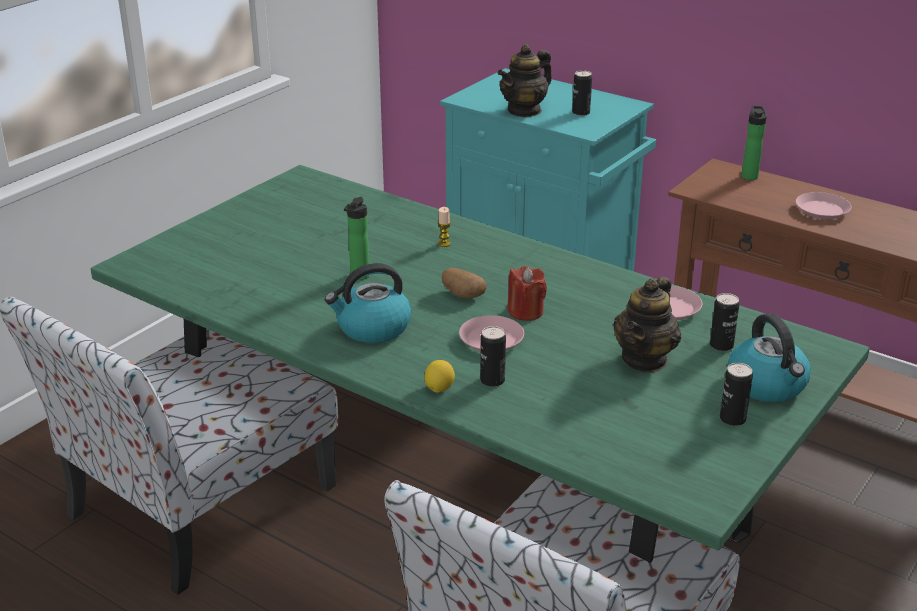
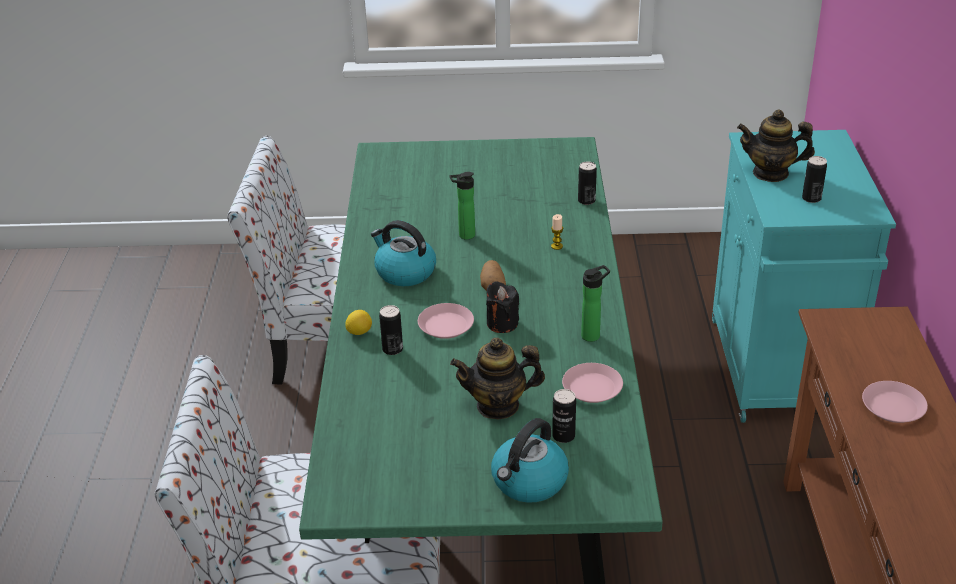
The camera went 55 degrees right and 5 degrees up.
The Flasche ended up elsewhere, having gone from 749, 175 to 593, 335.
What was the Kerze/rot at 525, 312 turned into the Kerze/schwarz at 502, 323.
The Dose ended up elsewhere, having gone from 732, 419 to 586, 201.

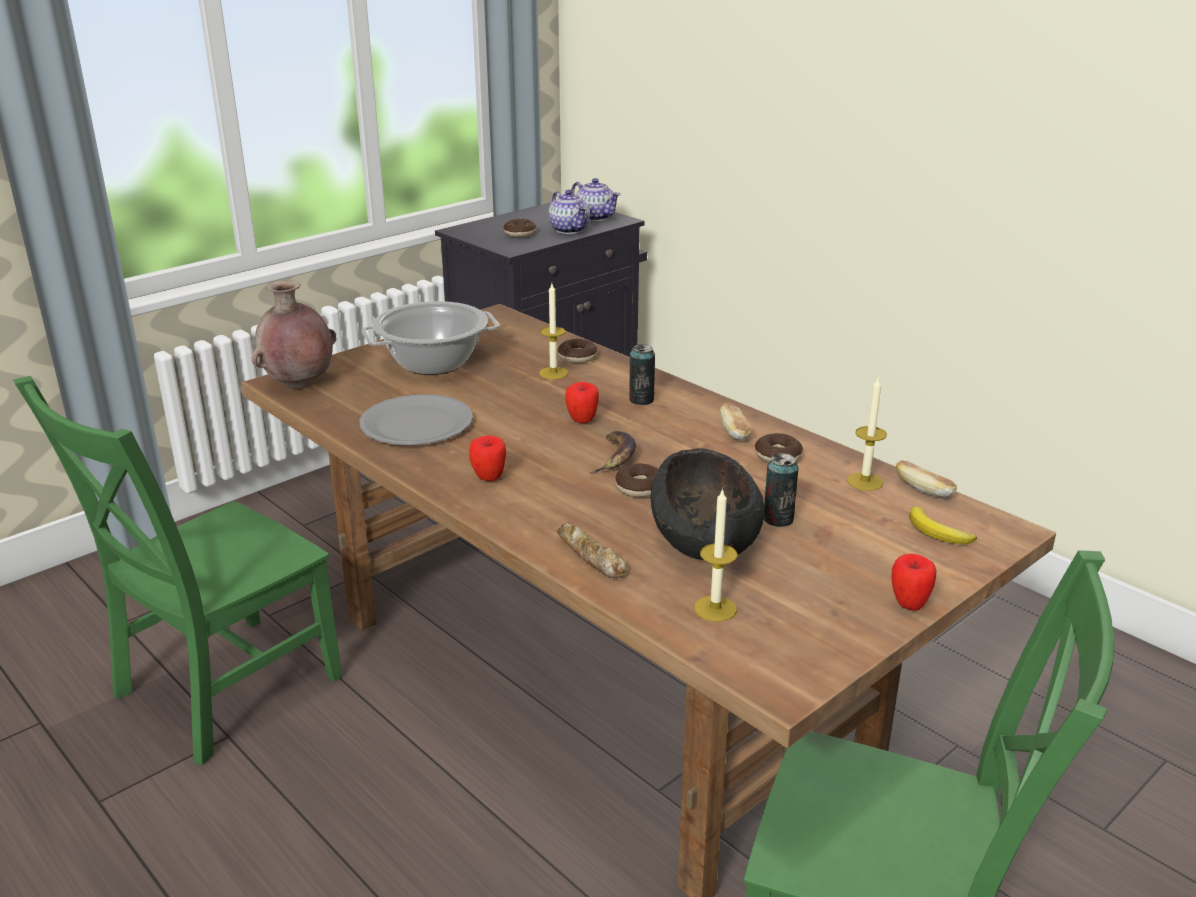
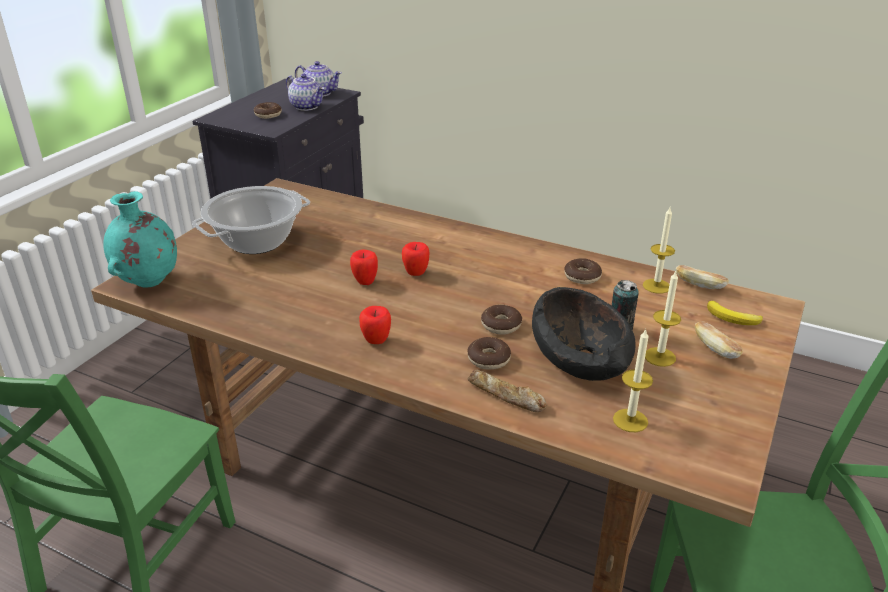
The camera went 20 degrees left and 5 degrees up.
What was the Vase/braun at 299, 384 turned into the Vase/türkis at 148, 282.
The Kerze ended up elsewhere, having gone from 553, 373 to 659, 357.
The Donut ended up elsewhere, having gone from 577, 357 to 488, 359.
The second view lost the Dose at 641, 400.
The second view lost the Teller/grau at 416, 424.
The Brot ended up elsewhere, having gone from 734, 433 to 715, 349.
The second view lost the Banane at 615, 457.
The Apfel ended up elsewhere, having gone from 908, 604 to 365, 282.

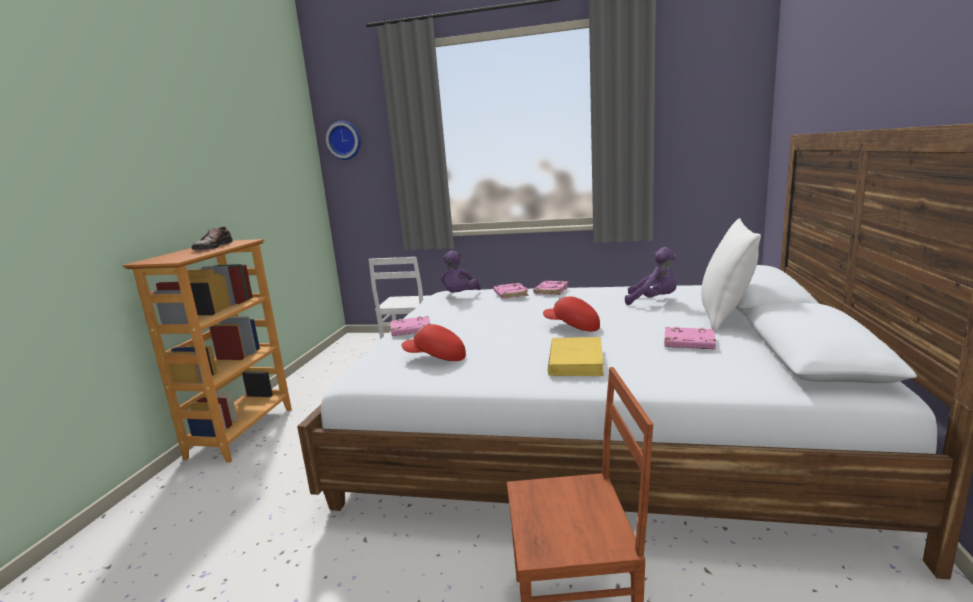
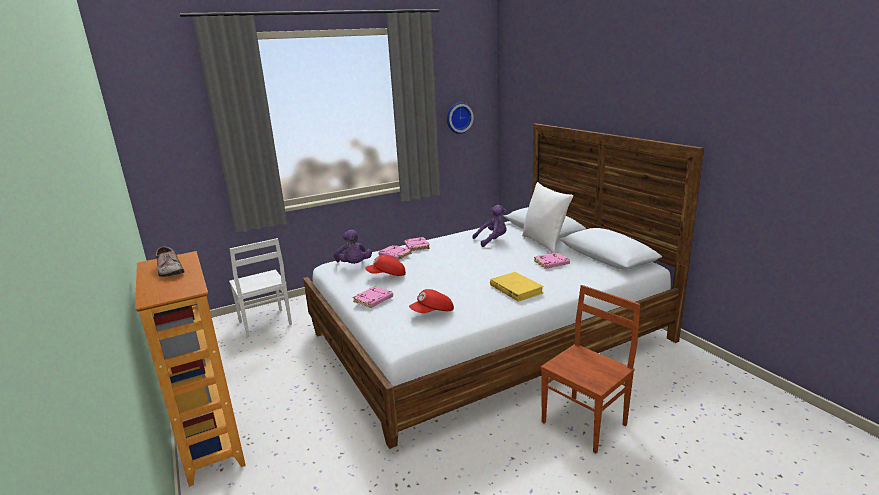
The camera went 40 degrees left and 5 degrees up.
The Wanduhr ended up elsewhere, having gone from 344, 140 to 458, 117.
The Kappe/rot ended up elsewhere, having gone from 572, 327 to 387, 275.

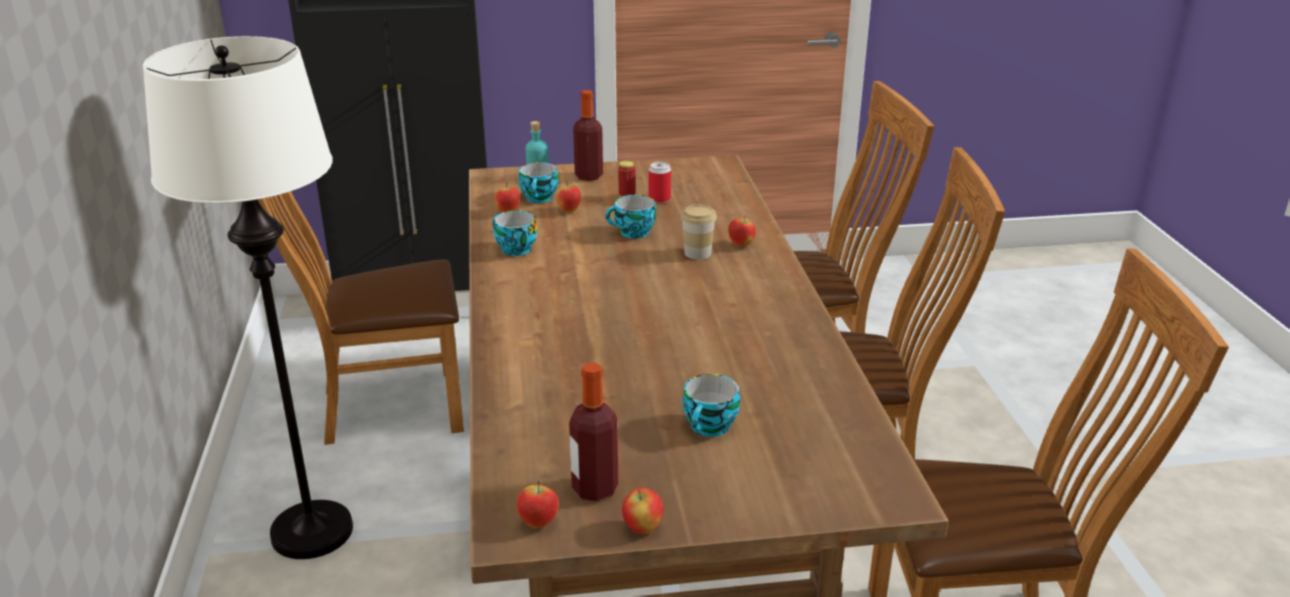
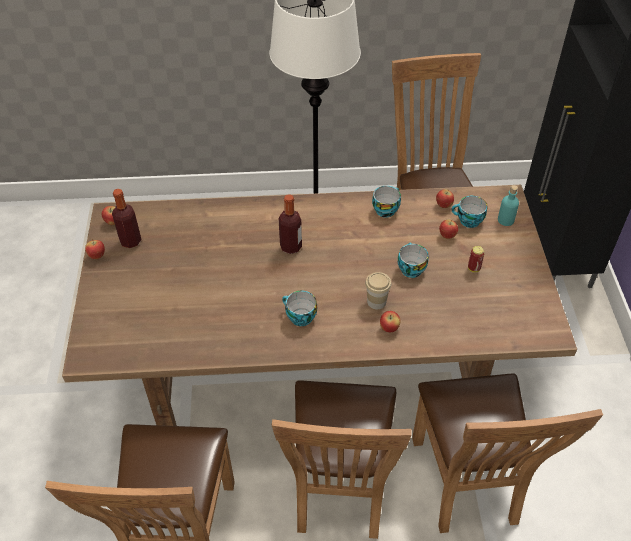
The camera went 95 degrees right and 20 degrees up.
The Flasche ended up elsewhere, having gone from 589, 176 to 291, 247.
The second view lost the Dose at 659, 199.
The Tasse ended up elsewhere, having gone from 710, 427 to 299, 317.

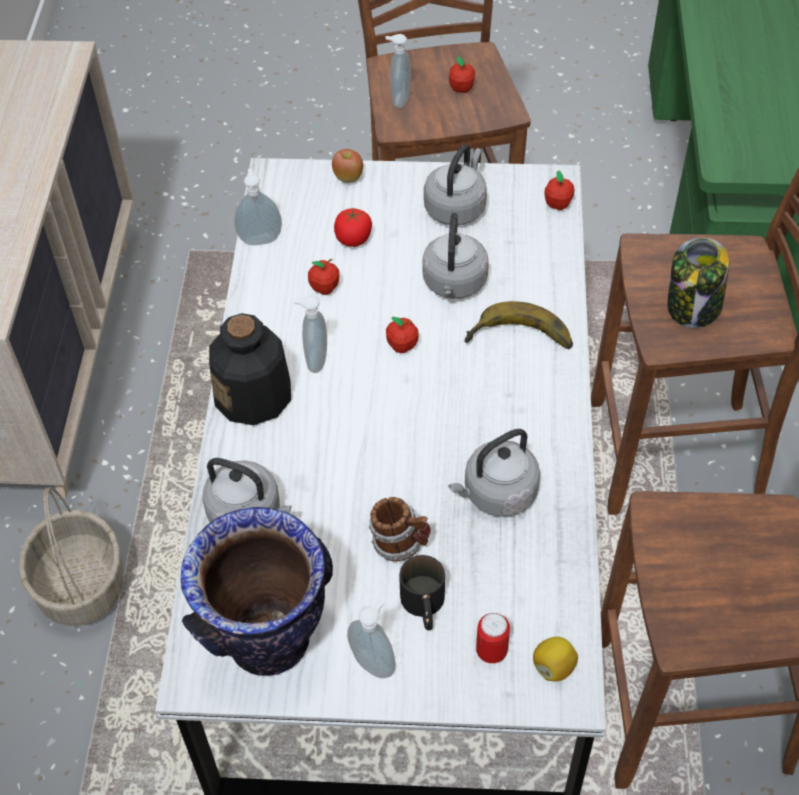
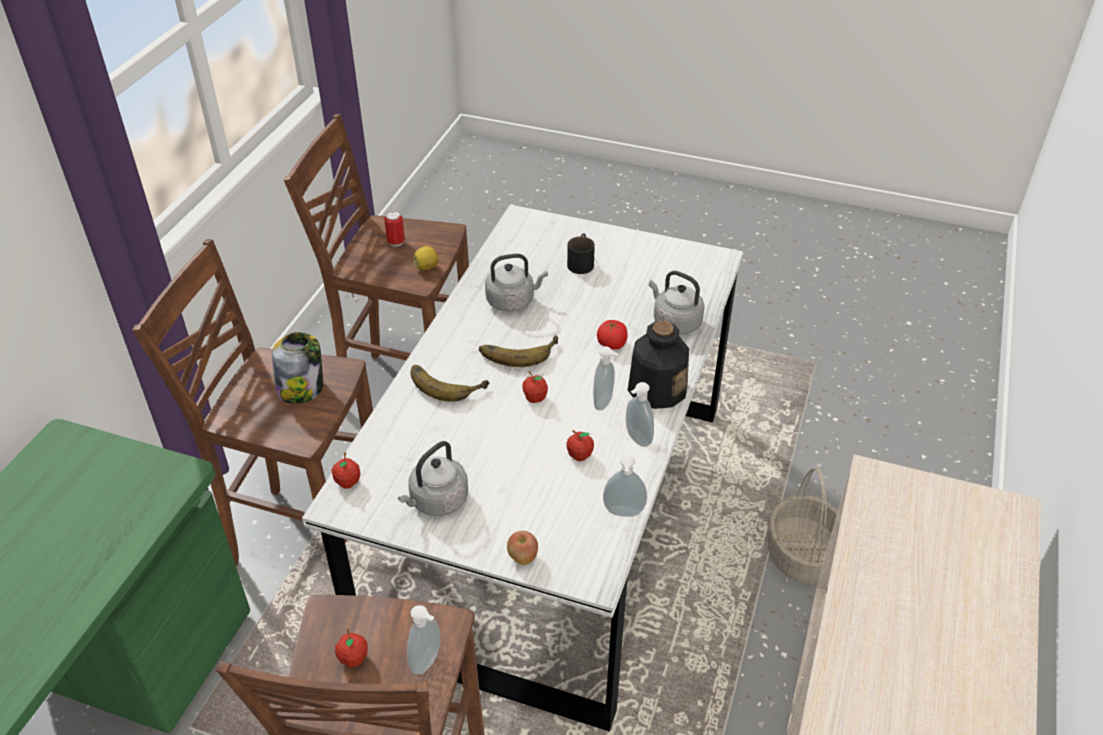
The camera went 165 degrees left and 10 degrees down.
The Tomate ended up elsewhere, having gone from 353, 238 to 612, 344.
The second view lost the Wasserkessel/grau at 454, 284.
The second view lost the Henkelbecher at 400, 544.
The second view lost the Vase at 268, 639.
The Seifenspender ended up elsewhere, having gone from 374, 662 to 636, 439.
The Dose ended up elsewhere, having gone from 491, 652 to 396, 242.
The Zitrone ended up elsewhere, having gone from 553, 667 to 426, 267.
The second view gained the Banane at 518, 350.

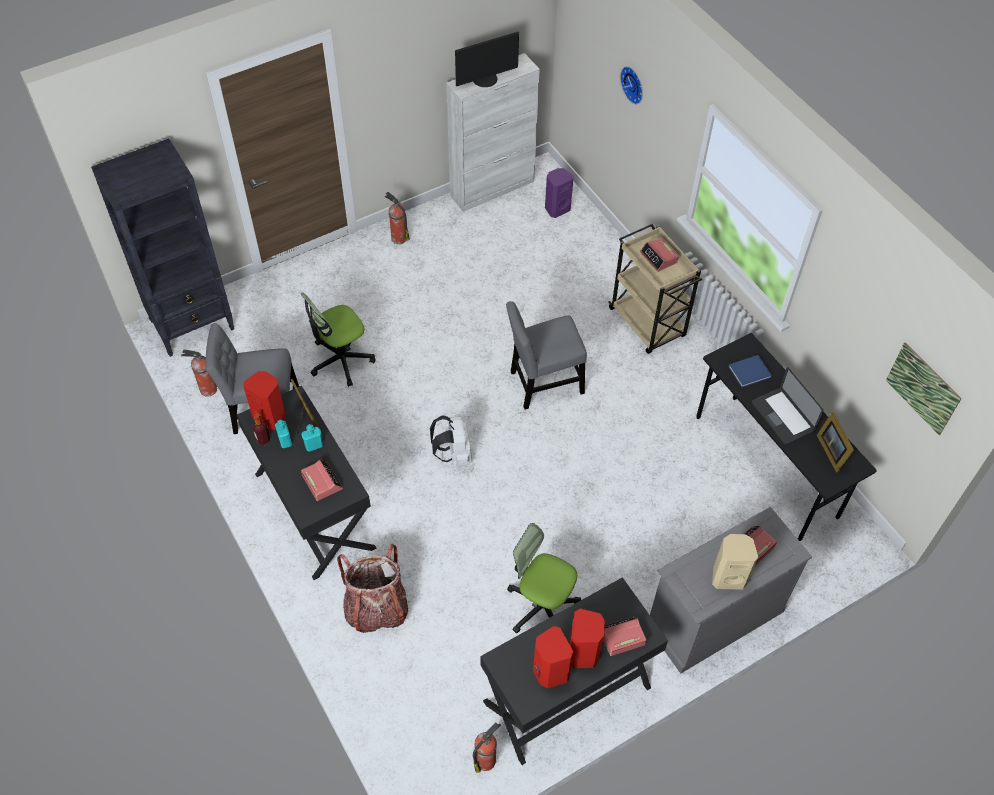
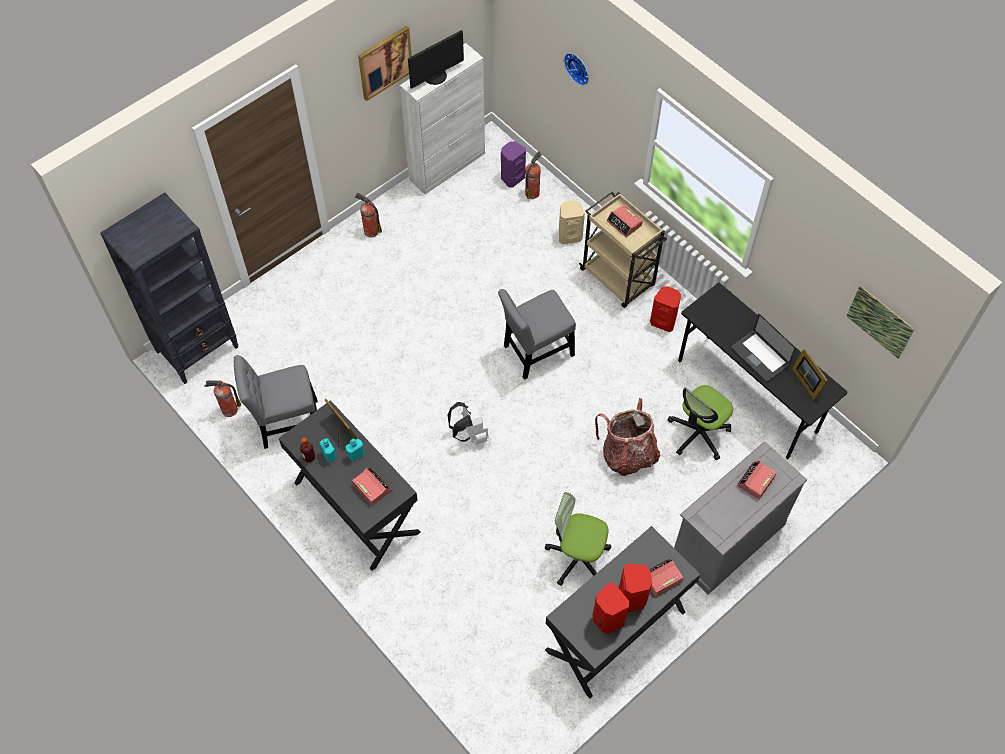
The camera went 10 degrees left and 5 degrees up.
The Bürostuhl ended up elsewhere, having gone from 341, 360 to 698, 434.
The second view lost the Buch/blau at 750, 371.
The Lautsprecher/rot ended up elsewhere, having gone from 270, 416 to 663, 321.
The Lautsprecher/beige ended up elsewhere, having gone from 728, 576 to 569, 235.
The Rucksack ended up elsewhere, having gone from 376, 608 to 628, 454.
The Feuerlöscher ended up elsewhere, having gone from 486, 759 to 532, 192.
The second view gained the Bild at 384, 62.

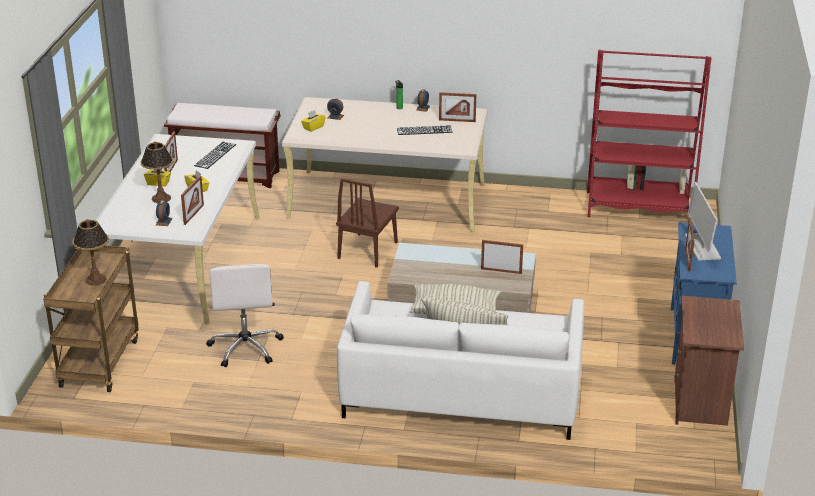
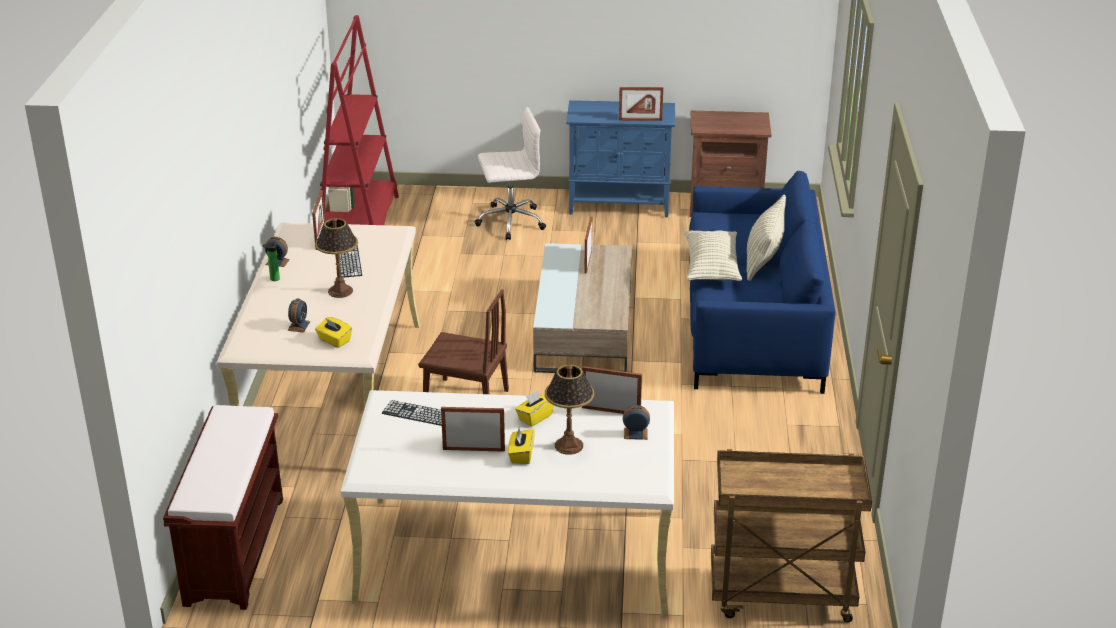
The camera went 95 degrees left and 0 degrees up.
The second view lost the Monitor at 701, 246.
The Tischlampe ended up elsewhere, having gone from 96, 279 to 340, 291.
The Bürostuhl/weiß ended up elsewhere, having gone from 246, 347 to 509, 221.
What was the Sofa/weiß at 461, 392 turned into the Sofa/blau at 752, 324.

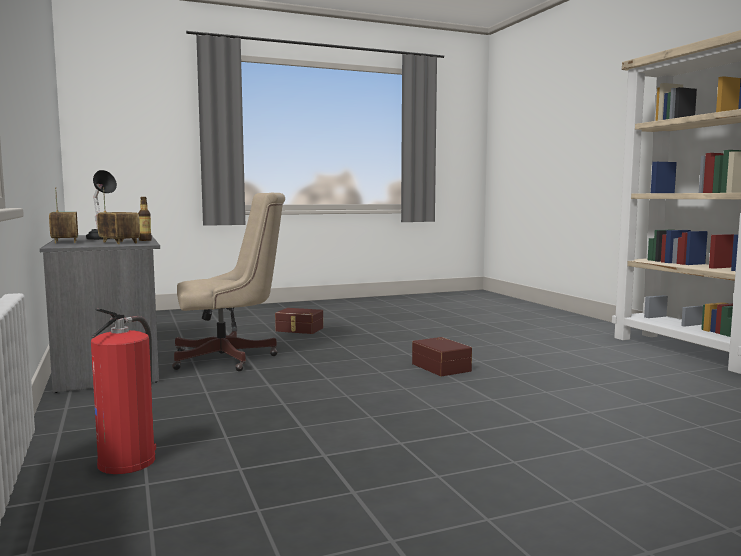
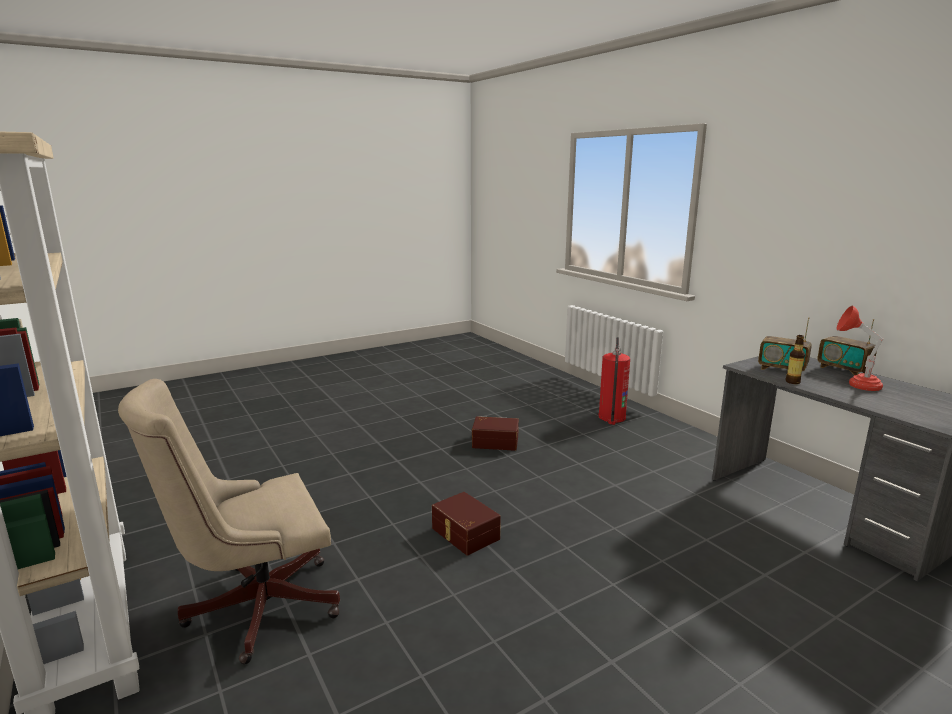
The camera went 170 degrees right and 10 degrees up.
What was the Tischlampe/schwarz at 102, 239 turned into the Tischlampe/rot at 854, 384.
The Bürostuhl/beige ended up elsewhere, having gone from 230, 358 to 253, 607.
The Aufbewahrungsbox/braun ended up elsewhere, having gone from 299, 330 to 495, 441.

